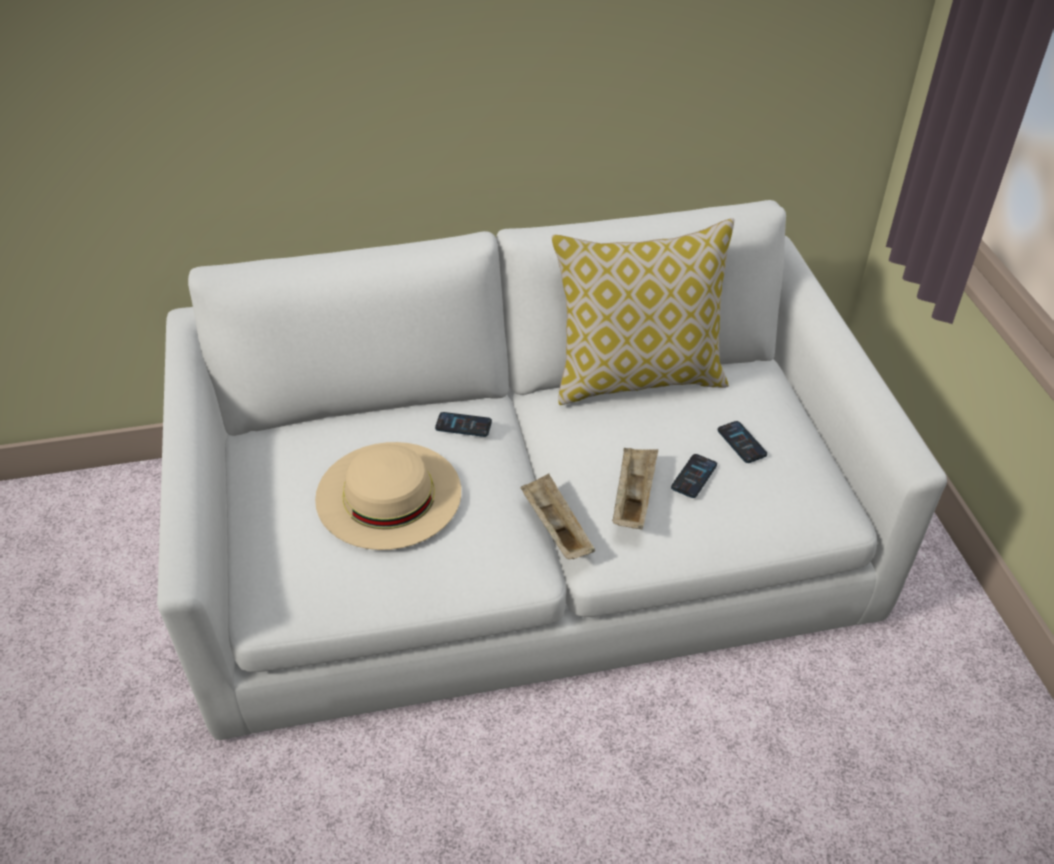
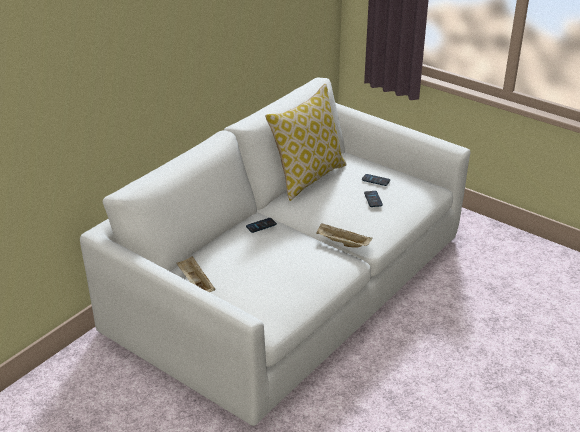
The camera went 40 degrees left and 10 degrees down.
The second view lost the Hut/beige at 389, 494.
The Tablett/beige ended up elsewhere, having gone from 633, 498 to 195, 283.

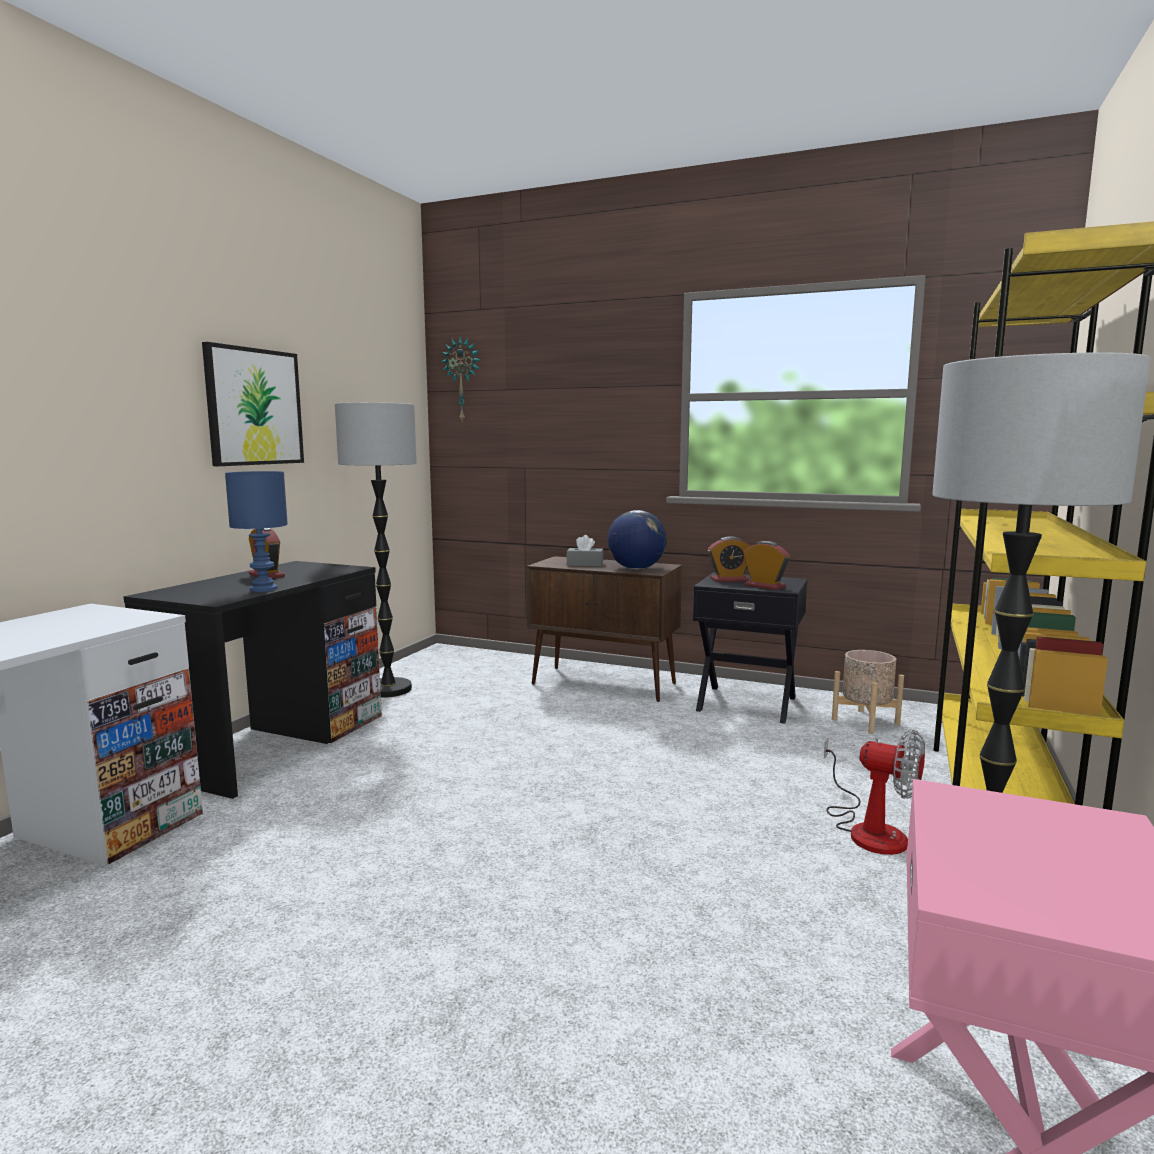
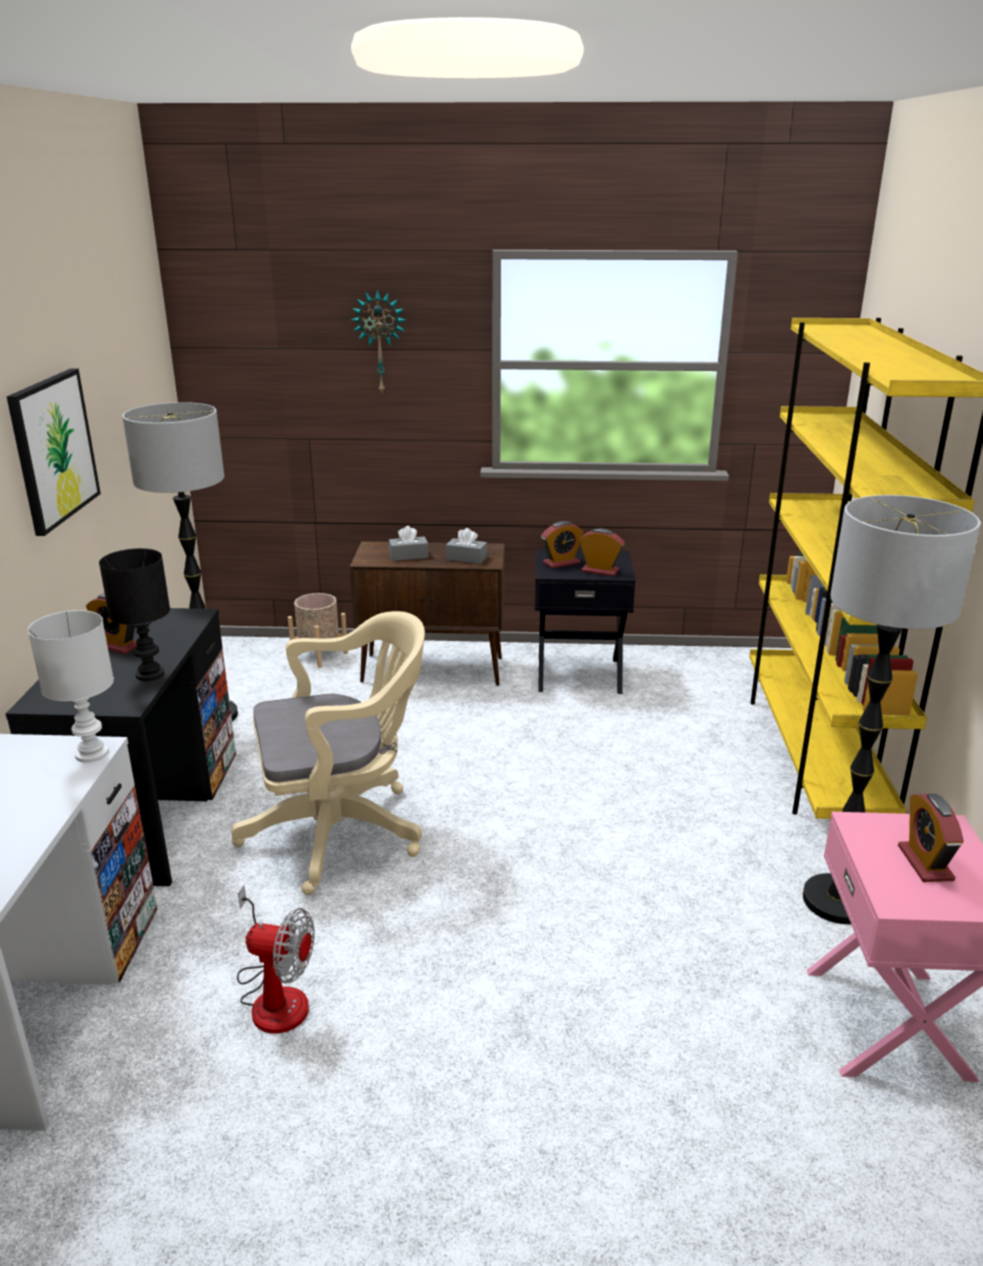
The camera went 20 degrees left and 15 degrees up.
The Wanduhr ended up elsewhere, having gone from 462, 379 to 380, 342.
What was the Tischlampe/blau at 265, 589 turned into the Tischlampe/schwarz at 151, 674.
Where the Globus stood at 636, 568, the Taschentuchbox/grau came to stand at 466, 558.
The Pflanzkübel/beige ended up elsewhere, having gone from 865, 721 to 319, 654.
The Ventilator ended up elsewhere, having gone from 869, 829 to 275, 995.
The second view gained the Tischlampe/weiß at 91, 754.
The second view gained the Bürostuhl/beige at 343, 831.
The second view gained the Wecker at 925, 863.

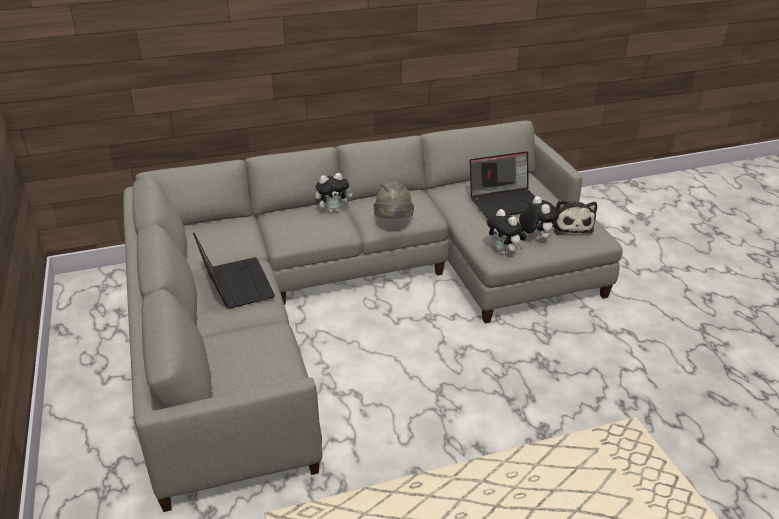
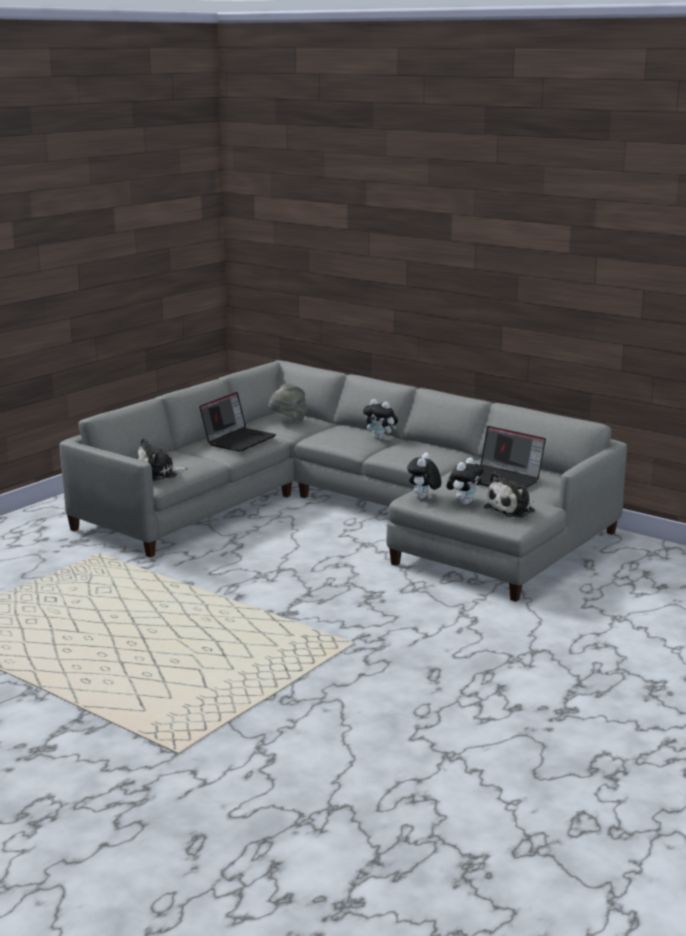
The camera went 55 degrees right and 15 degrees down.
The Hut/grau ended up elsewhere, having gone from 393, 222 to 288, 421.
The second view gained the Plüschtier at 159, 474.

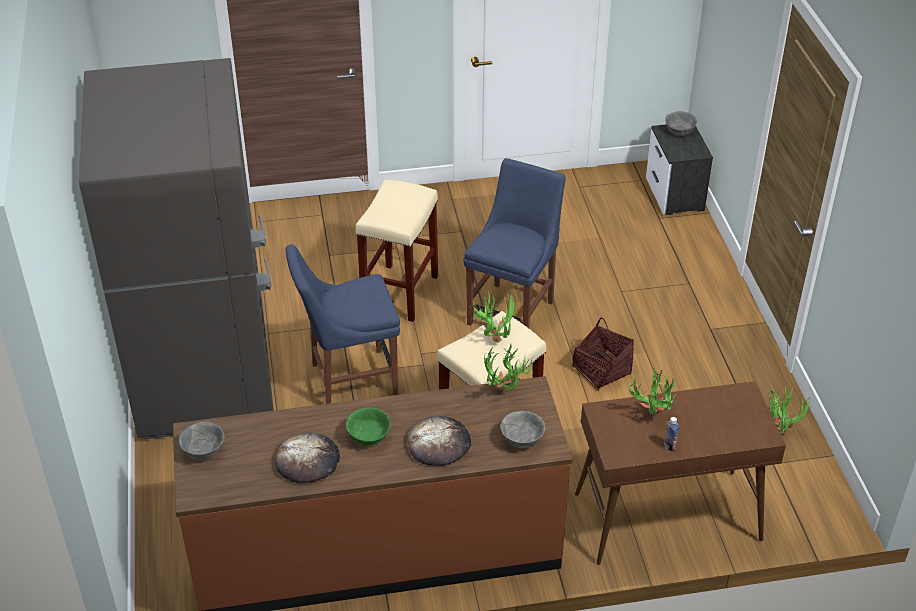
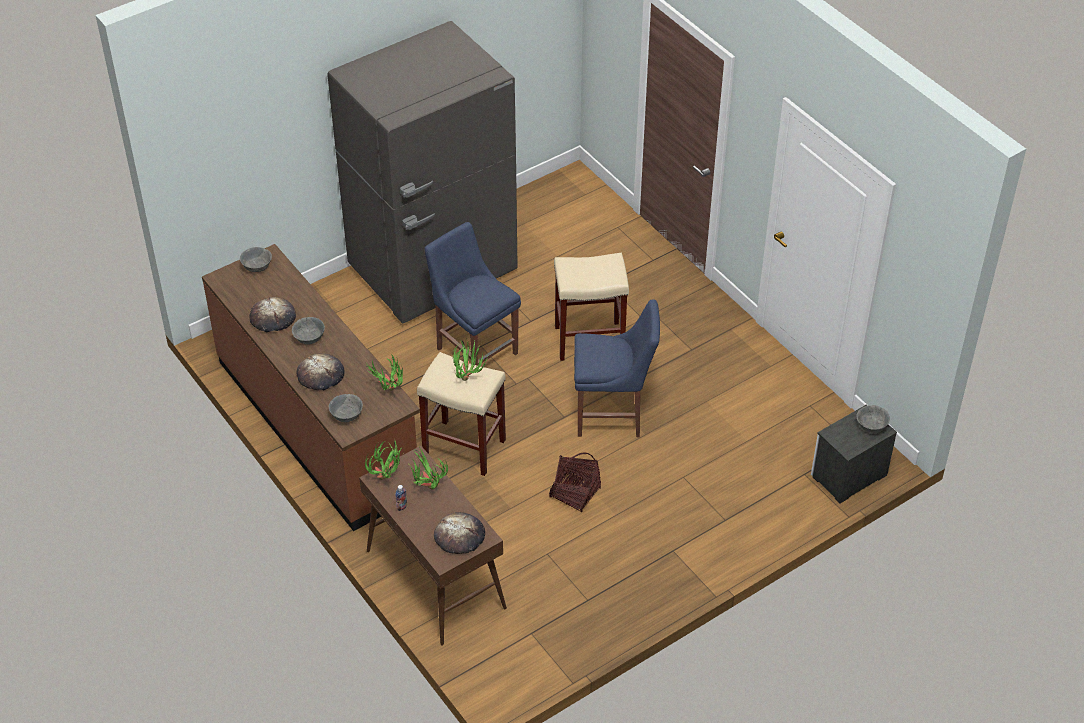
The camera went 65 degrees right and 5 degrees up.
The Topfpflanze ended up elsewhere, having gone from 780, 428 to 388, 477.
What was the Schüssel/grün at 369, 437 turned into the Schüssel/grau at 309, 338.
The second view gained the Brot at 460, 536.

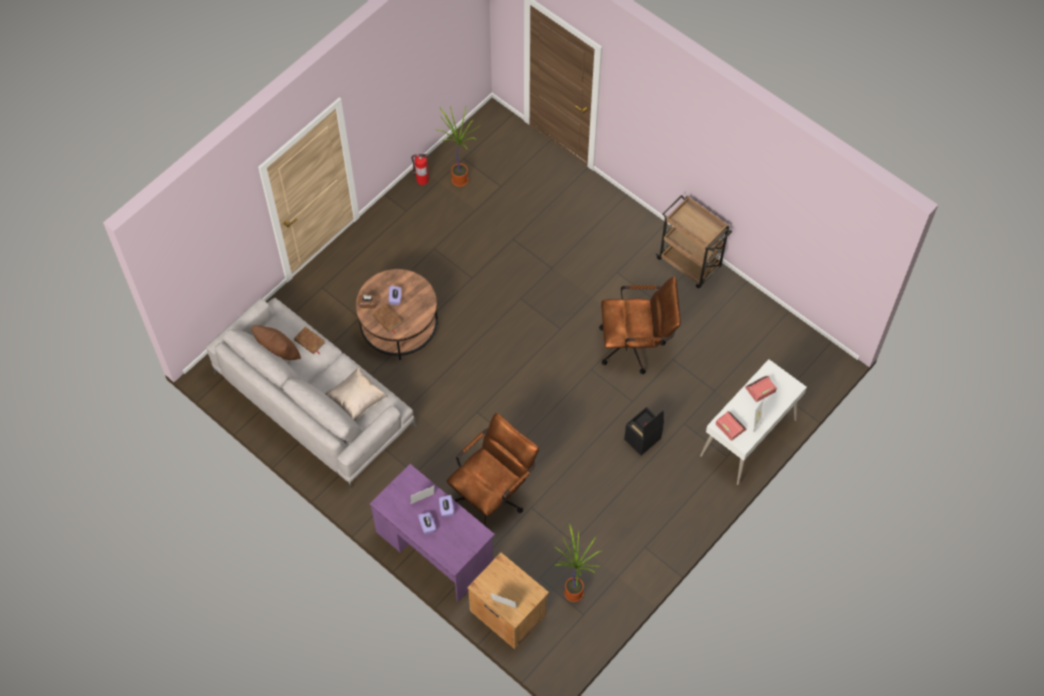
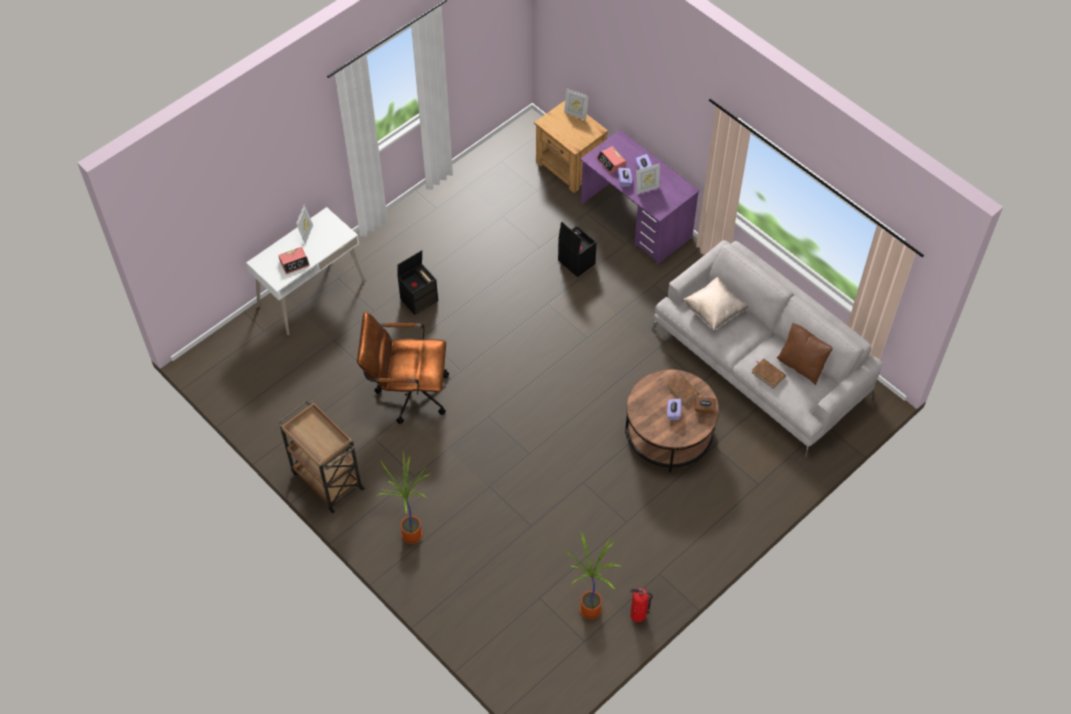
The camera went 175 degrees left and 5 degrees down.
The Wecker ended up elsewhere, having gone from 730, 426 to 611, 162.
Where the Bürostuhl/braun stood at 493, 493, the Aufbewahrungsbox/schwarz came to stand at 575, 262.
The Topfpflanze ended up elsewhere, having gone from 574, 591 to 411, 536.

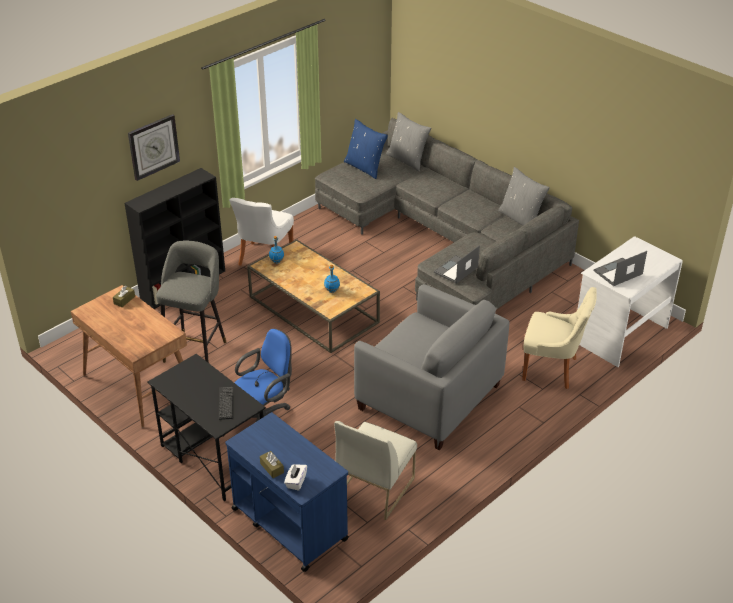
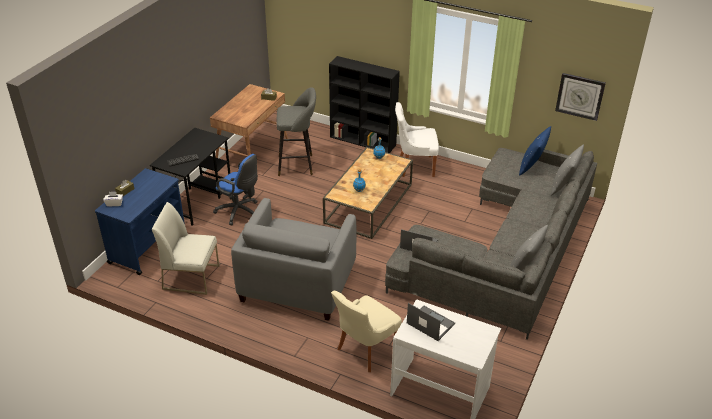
The camera went 70 degrees right and 0 degrees up.
The Wanduhr ended up elsewhere, having gone from 153, 147 to 580, 96.
The Stuhl/beige at 552, 369 ended up facing another way, 45 degrees clockwise from before.

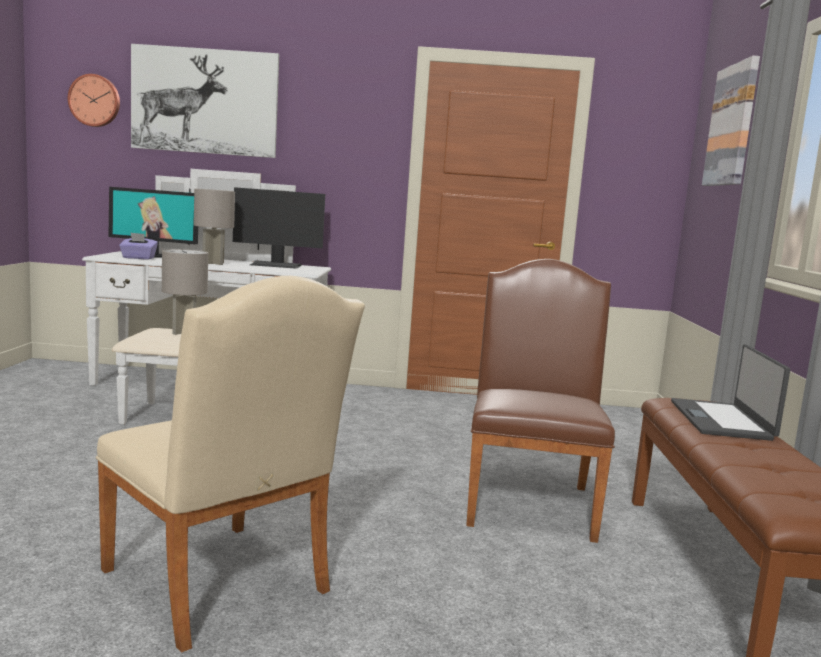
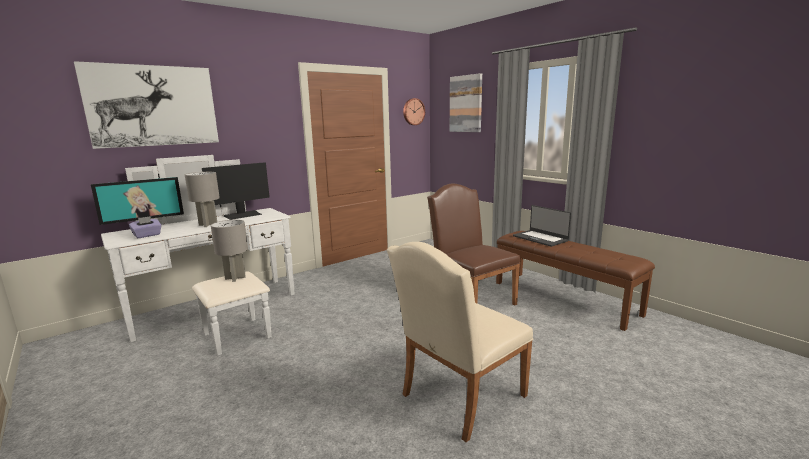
The camera went 40 degrees left and 5 degrees up.
The Wanduhr ended up elsewhere, having gone from 95, 101 to 413, 111.
The Stuhl/beige at 222, 587 ended up facing another way, 135 degrees clockwise from before.

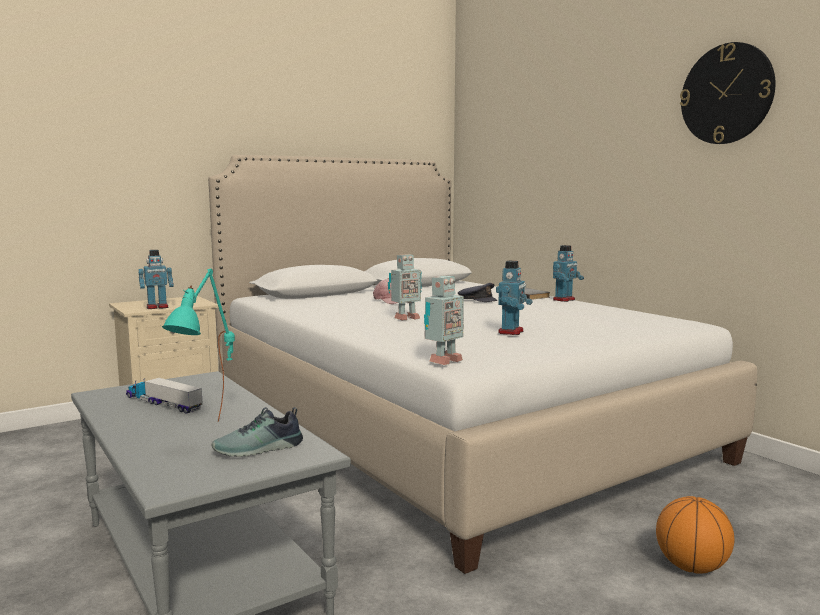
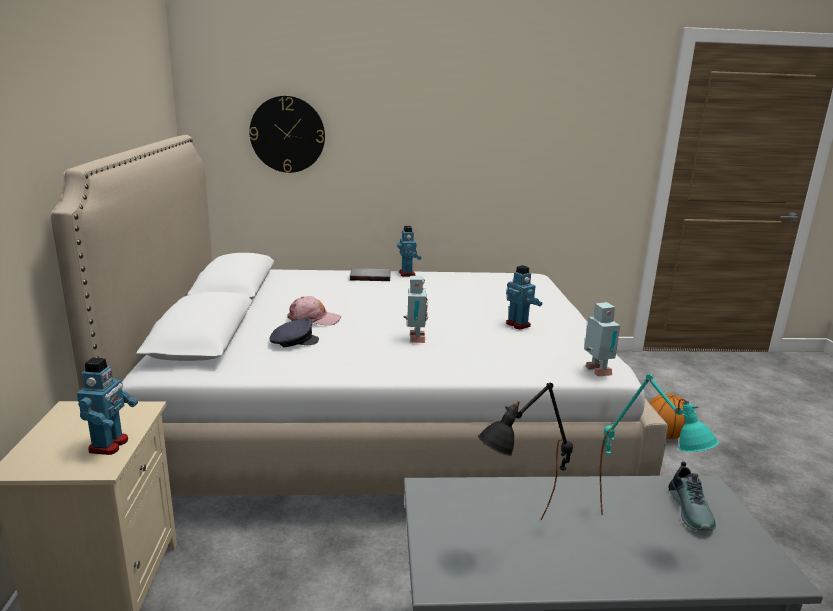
The camera went 60 degrees left and 10 degrees up.
The Wanduhr ended up elsewhere, having gone from 726, 94 to 287, 134.
The Kappe/grau ended up elsewhere, having gone from 477, 299 to 293, 341.
Where the Spielzeuglaster stood at 163, 403, the Tischlampe/schwarz came to stand at 519, 537.

